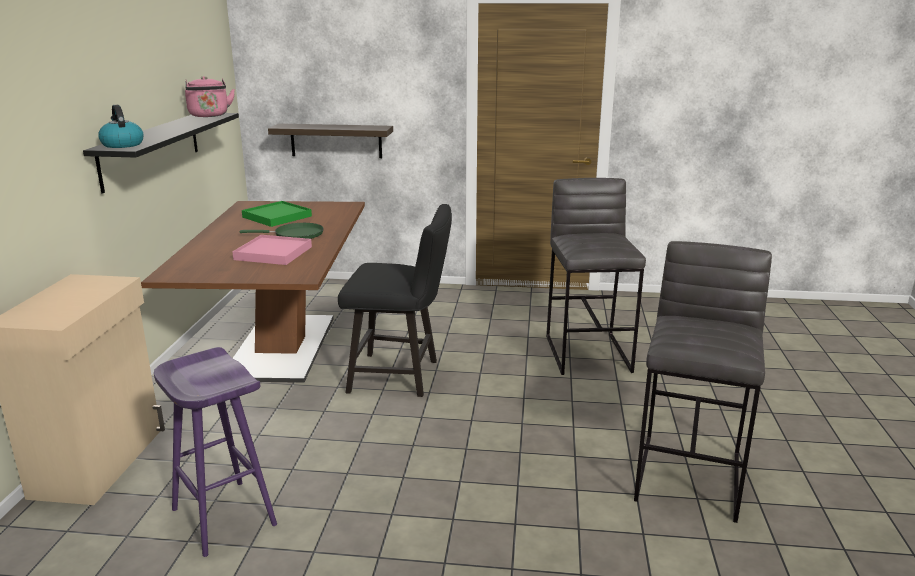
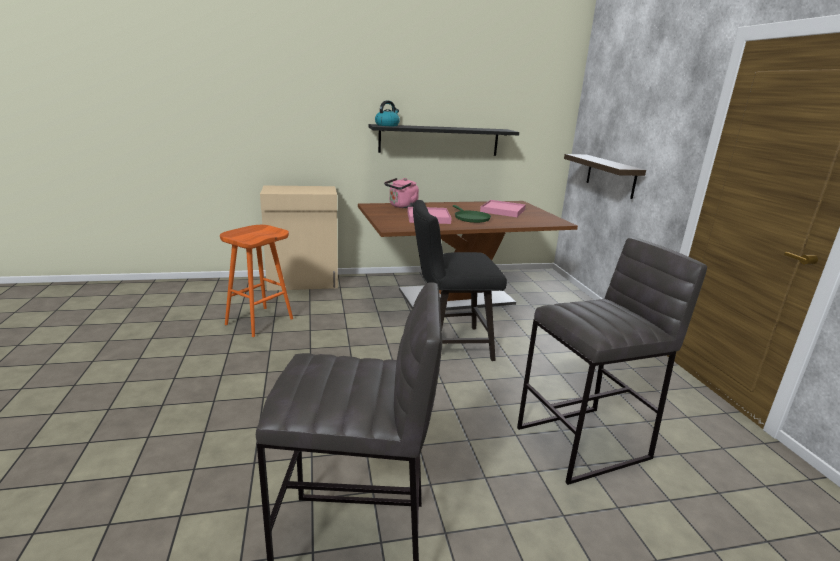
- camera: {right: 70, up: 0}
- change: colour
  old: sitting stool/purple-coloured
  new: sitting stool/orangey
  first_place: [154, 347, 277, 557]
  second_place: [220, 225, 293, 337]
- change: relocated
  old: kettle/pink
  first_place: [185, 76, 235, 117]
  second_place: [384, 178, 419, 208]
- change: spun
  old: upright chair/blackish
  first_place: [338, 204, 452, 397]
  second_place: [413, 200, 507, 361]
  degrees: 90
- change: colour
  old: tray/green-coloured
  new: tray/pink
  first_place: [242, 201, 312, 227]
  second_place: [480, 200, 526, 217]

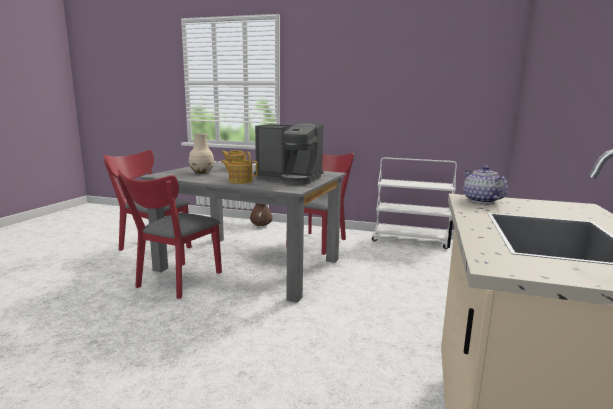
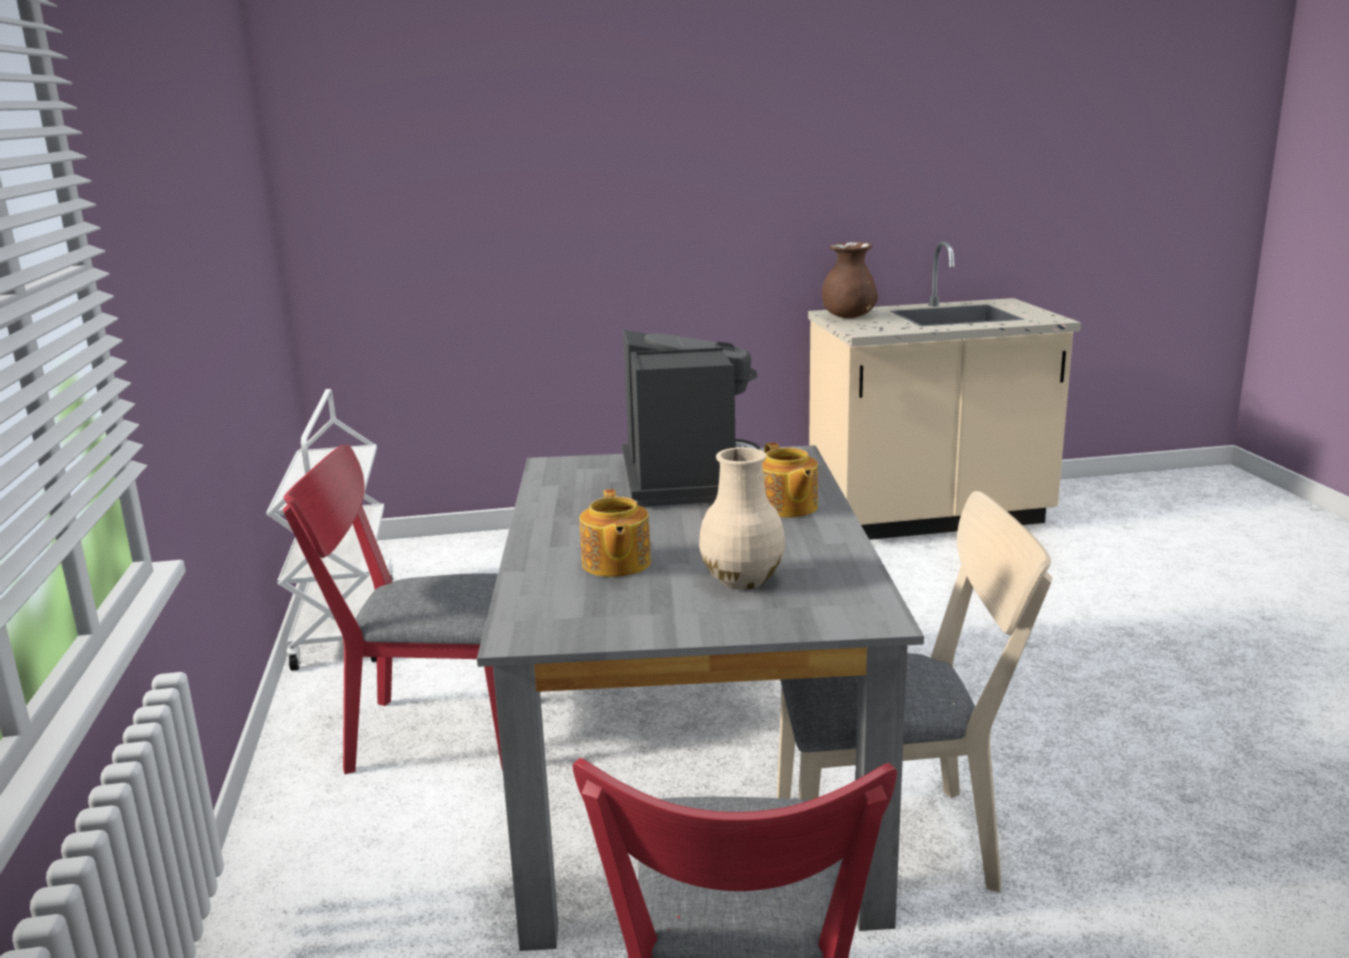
- camera: {right: -115, up: 5}
- change: colour
  old: upright chair/red-coloured
  new: upright chair/beige-coloured
  first_place: [117, 169, 222, 299]
  second_place: [777, 491, 1052, 892]
- change: relocated
  old: decorative vase/brown
  first_place: [250, 203, 273, 226]
  second_place: [822, 242, 878, 318]
- change: missing
  old: teapot
  first_place: [464, 166, 508, 203]

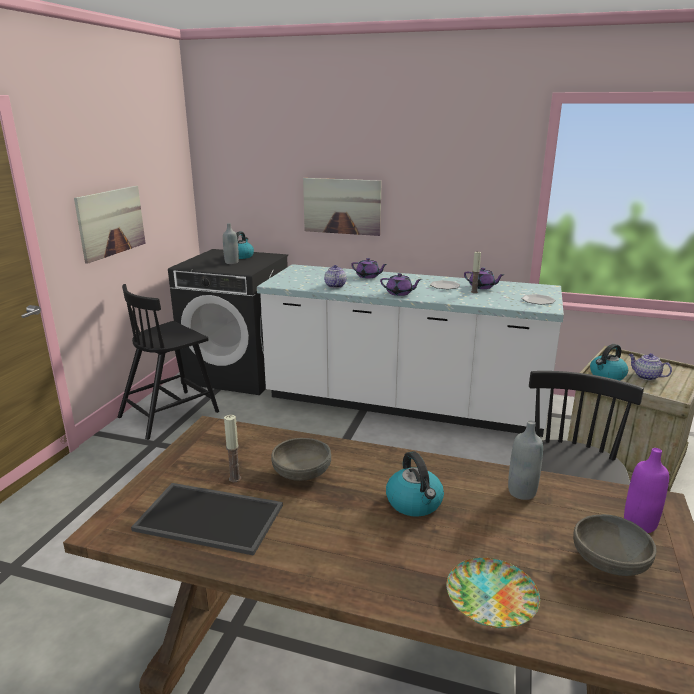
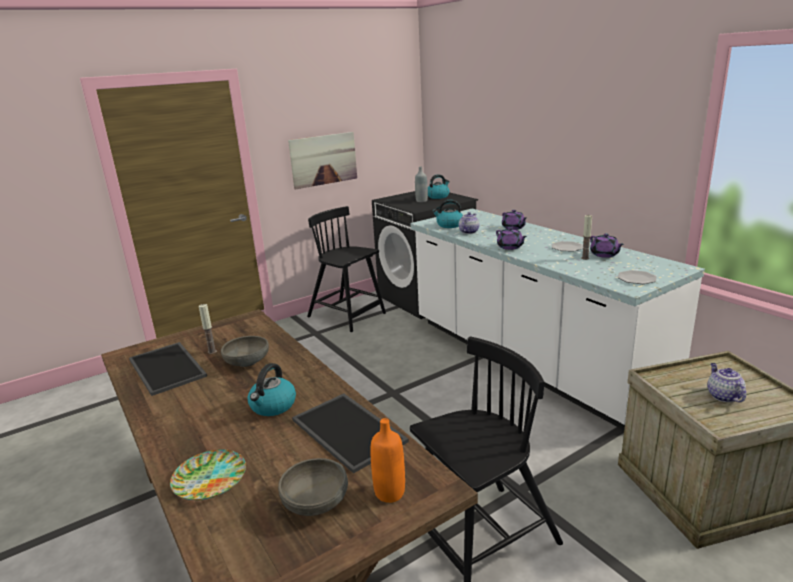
- camera: {right: 40, up: 0}
- change: exchanged
  old: drink bottle/grey
  new: tray
  first_place: [508, 420, 543, 500]
  second_place: [292, 394, 409, 474]
- change: spun
  old: upright chair/blackish
  first_place: [118, 284, 219, 440]
  second_place: [307, 206, 386, 332]
  degrees: 45
- change: colour
  old: drink bottle/purple-coloured
  new: drink bottle/orangey
  first_place: [624, 448, 669, 533]
  second_place: [370, 418, 405, 503]
- change: relocated
  old: kettle
  first_place: [590, 344, 628, 380]
  second_place: [432, 200, 463, 228]
- change: missing
  old: wall art
  first_place: [303, 178, 382, 236]

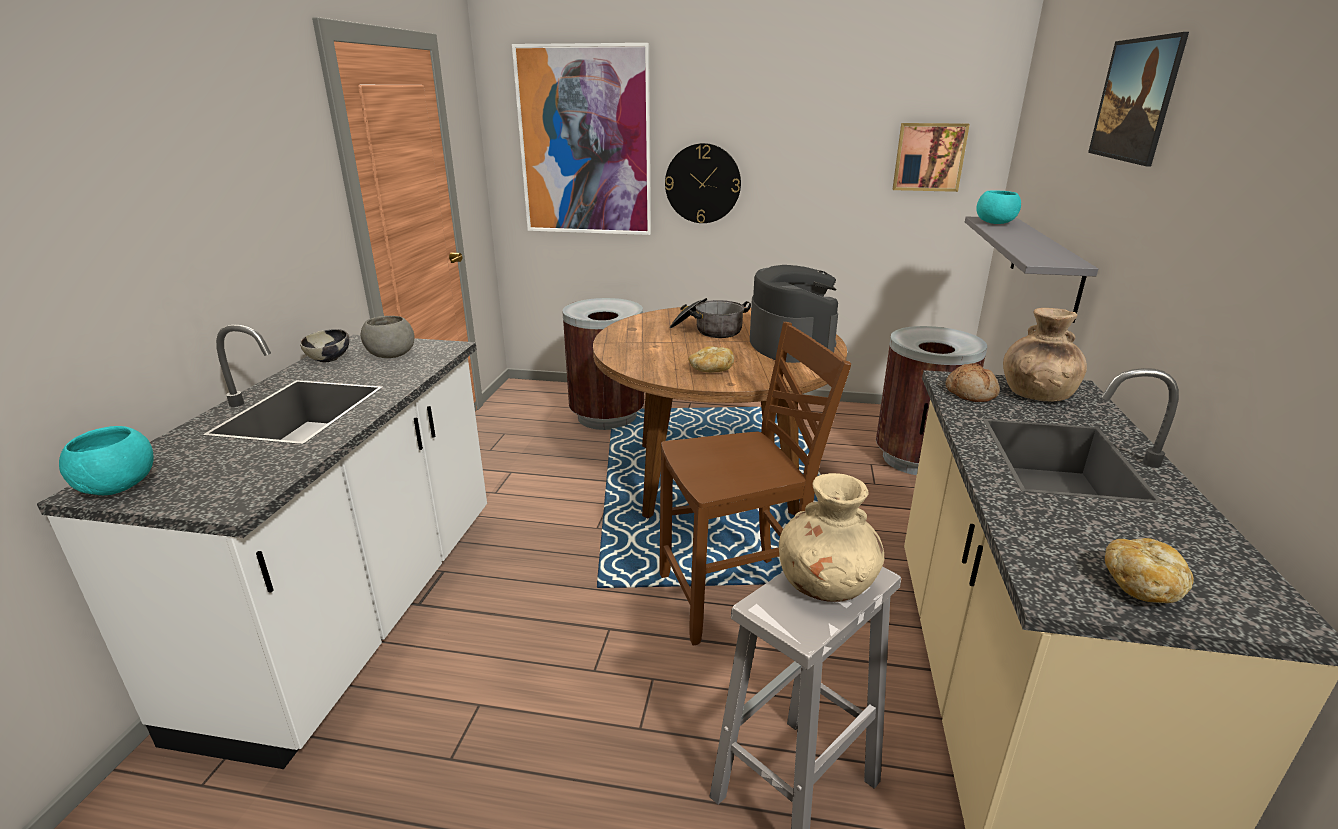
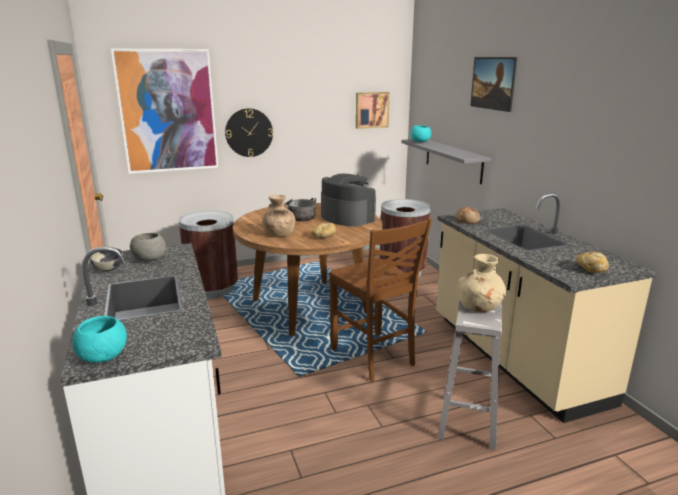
- camera: {right: -30, up: -5}
- change: relocated
  old: decorative vase/brown
  first_place: [1003, 308, 1087, 401]
  second_place: [262, 195, 296, 236]
- change: spun
  old: upright chair/brown
  first_place: [660, 322, 851, 645]
  second_place: [329, 218, 432, 382]
  degrees: 105

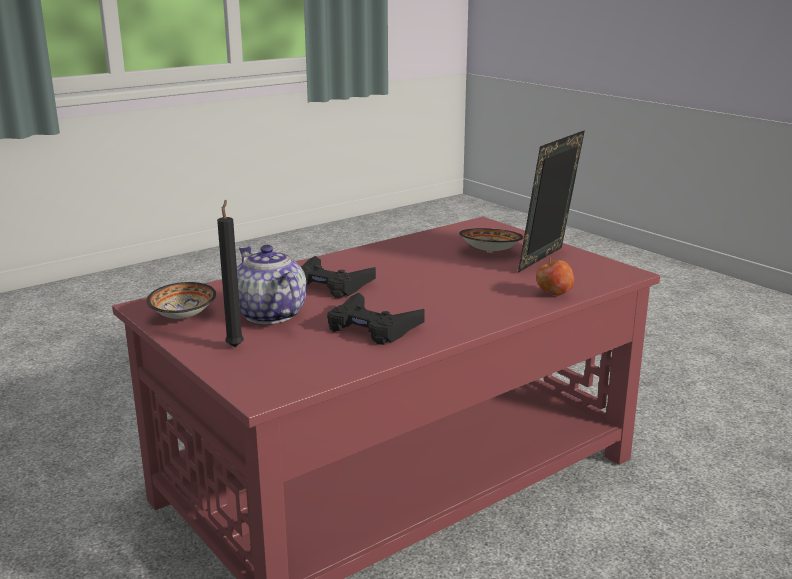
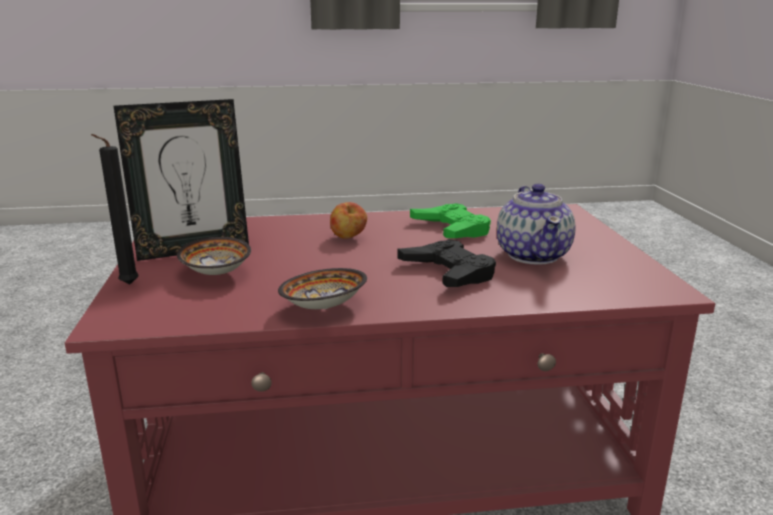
- camera: {right: -150, up: 0}
- change: relocated
  old: candle/blackish
  first_place: [217, 200, 244, 347]
  second_place: [91, 134, 139, 285]
- change: relocated
  old: deep dish
  first_place: [146, 282, 216, 319]
  second_place: [278, 268, 367, 309]
- change: relocated
  old: whole apple
  first_place: [536, 258, 574, 296]
  second_place: [330, 202, 367, 239]
- change: colour
  old: gamepad/blackish
  new: gamepad/green-coloured
  first_place: [327, 292, 424, 345]
  second_place: [410, 203, 491, 238]

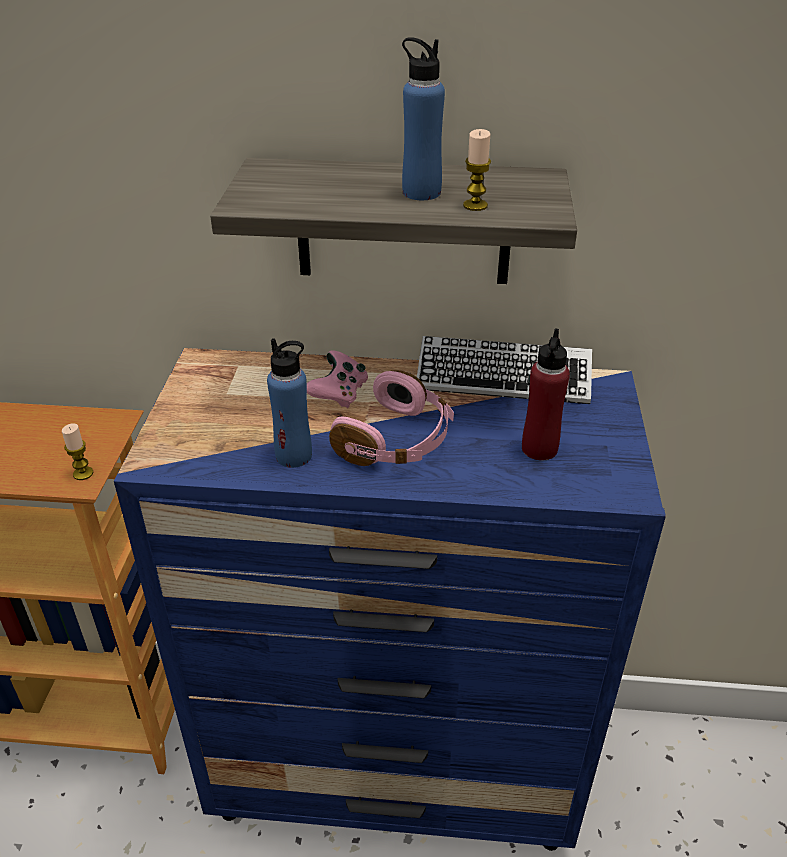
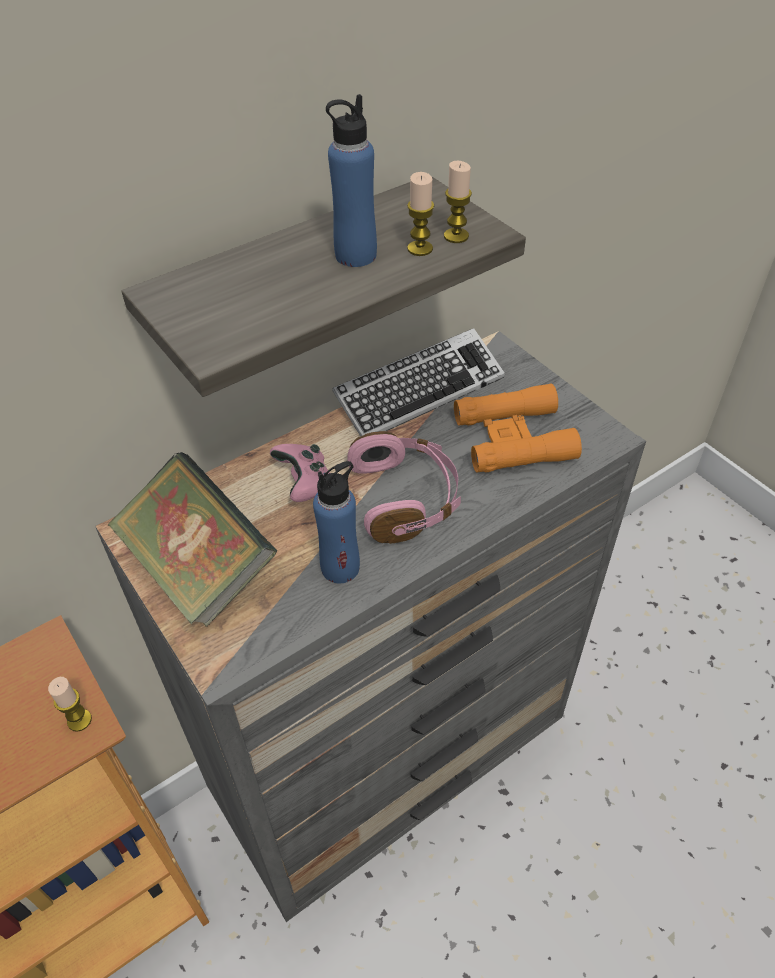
- camera: {right: -40, up: 10}
- change: colour
  old: dresser/blue
  new: dresser/grey
  first_place: [114, 348, 666, 851]
  second_place: [95, 331, 646, 922]
- change: appeared
  new: bound book
  second_place: [107, 452, 277, 627]
- change: appeared
  new: candle
  second_place: [444, 161, 472, 243]
- change: exchanged
  old: drink bottle/red-coloured
  new: pair of binoculars/orangey
  first_place: [522, 328, 570, 461]
  second_place: [454, 384, 582, 473]

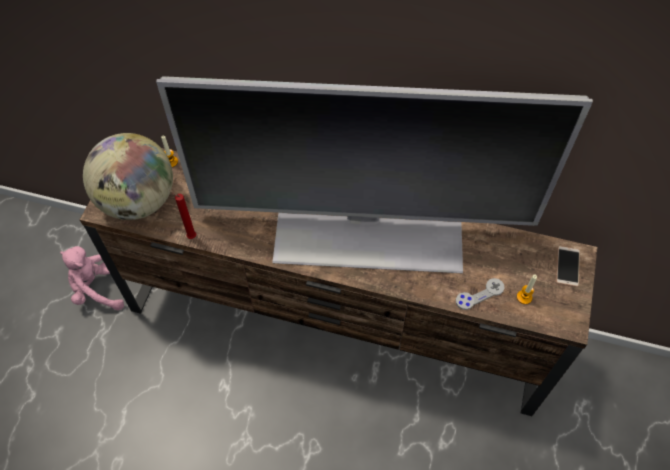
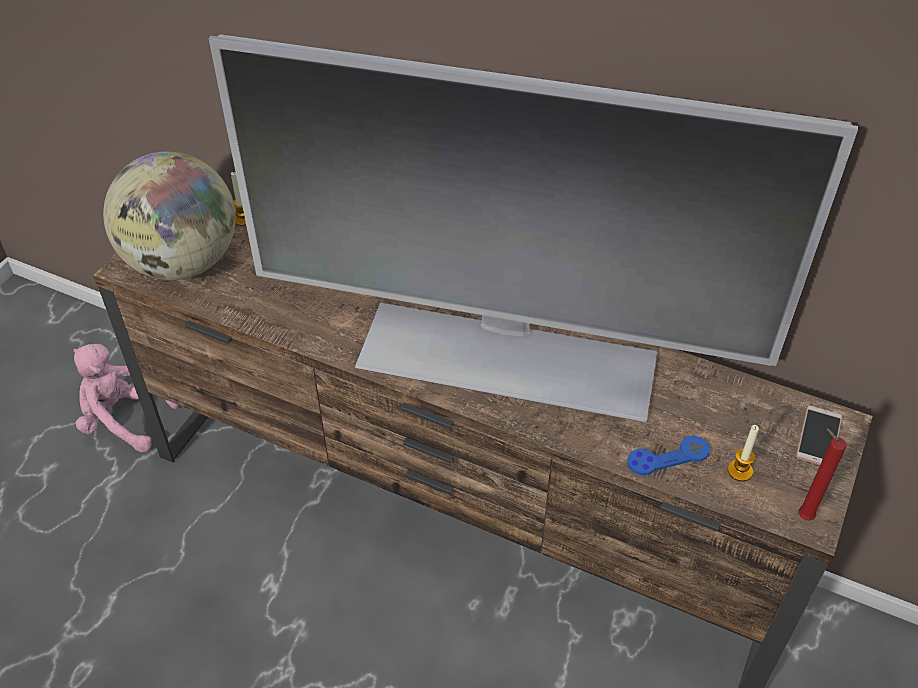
- camera: {right: 10, up: -10}
- change: colour
  old: gamepad/grey
  new: gamepad/blue
  first_place: [456, 278, 505, 310]
  second_place: [627, 436, 710, 475]
- change: relocated
  old: candle/red-coloured
  first_place: [169, 190, 196, 239]
  second_place: [798, 429, 847, 521]

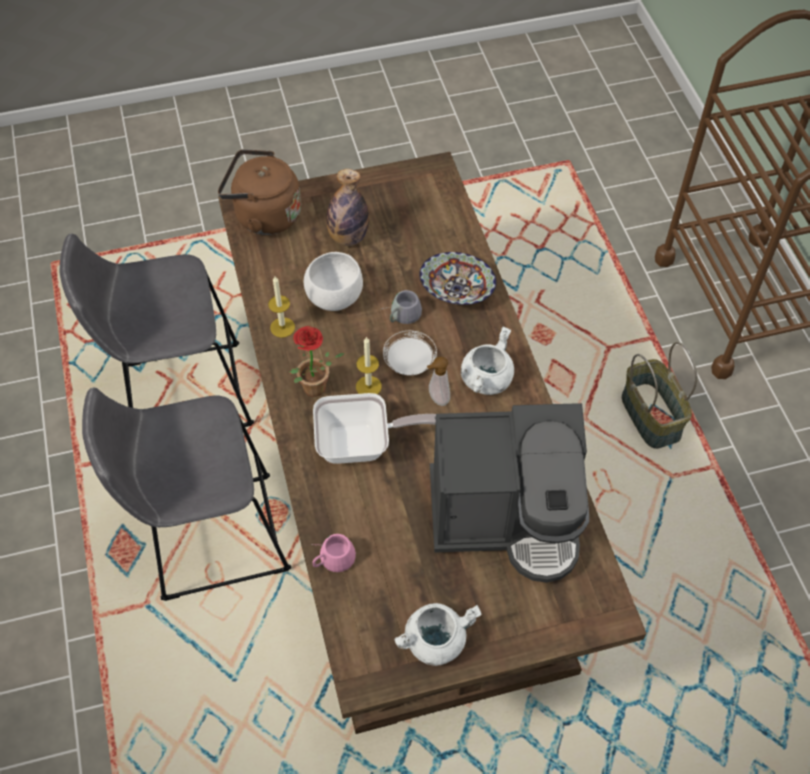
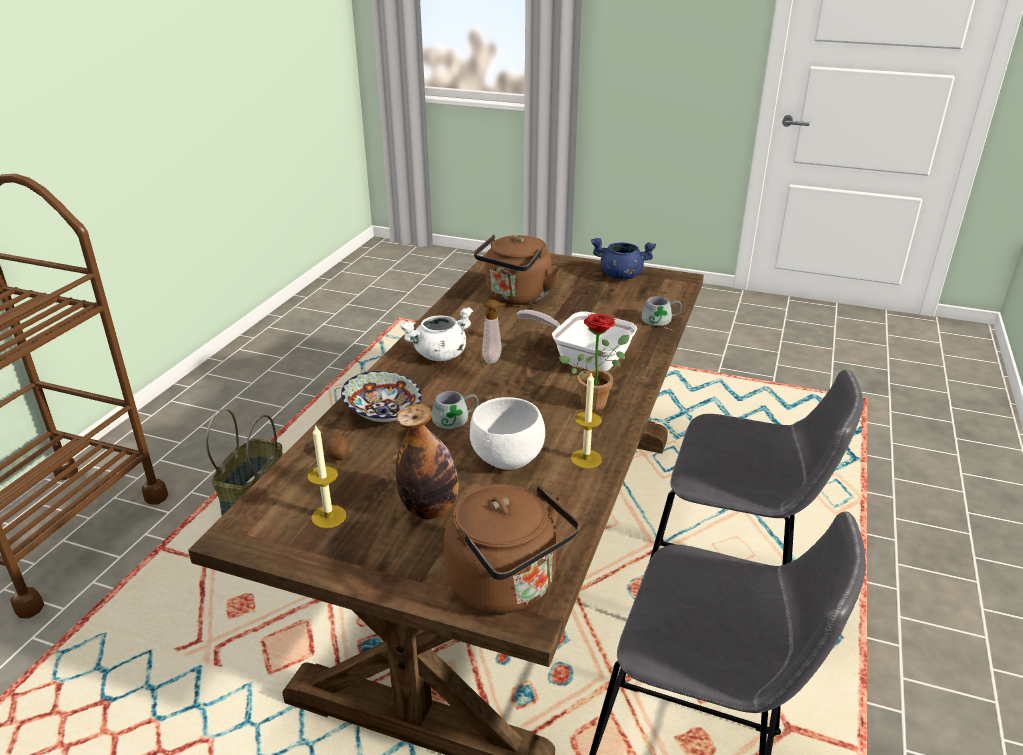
- camera: {right: -145, up: -25}
- change: relocated
  old: candle
  first_place: [356, 337, 382, 394]
  second_place: [308, 424, 346, 528]
- change: appeared
  new: spud
  second_place: [323, 434, 349, 461]
- change: exchanged
  old: coffee brewer
  new: kettle/brown
  first_place: [430, 403, 589, 583]
  second_place: [474, 234, 561, 305]
- change: colour
  old: saucepot/white-coloured
  new: saucepot/blue
  first_place: [394, 603, 481, 666]
  second_place: [591, 238, 656, 280]
- change: colour
  old: coffee mug/pink
  new: coffee mug/grey
  first_place: [312, 534, 356, 572]
  second_place: [642, 296, 682, 330]
- change: missing
  old: flat dish/white-coloured
  first_place: [383, 331, 437, 375]

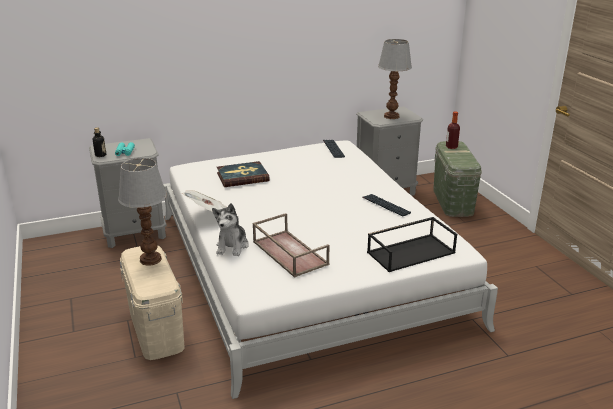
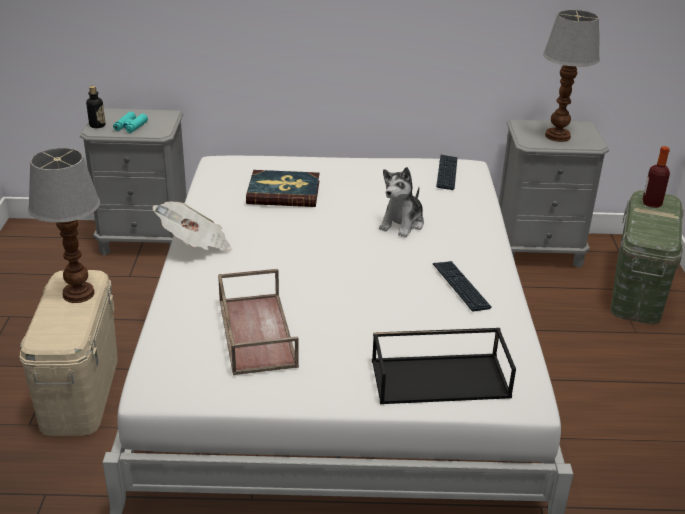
- camera: {right: 20, up: 5}
- change: relocated
  old: plush toy
  first_place: [212, 203, 249, 256]
  second_place: [379, 167, 424, 237]

